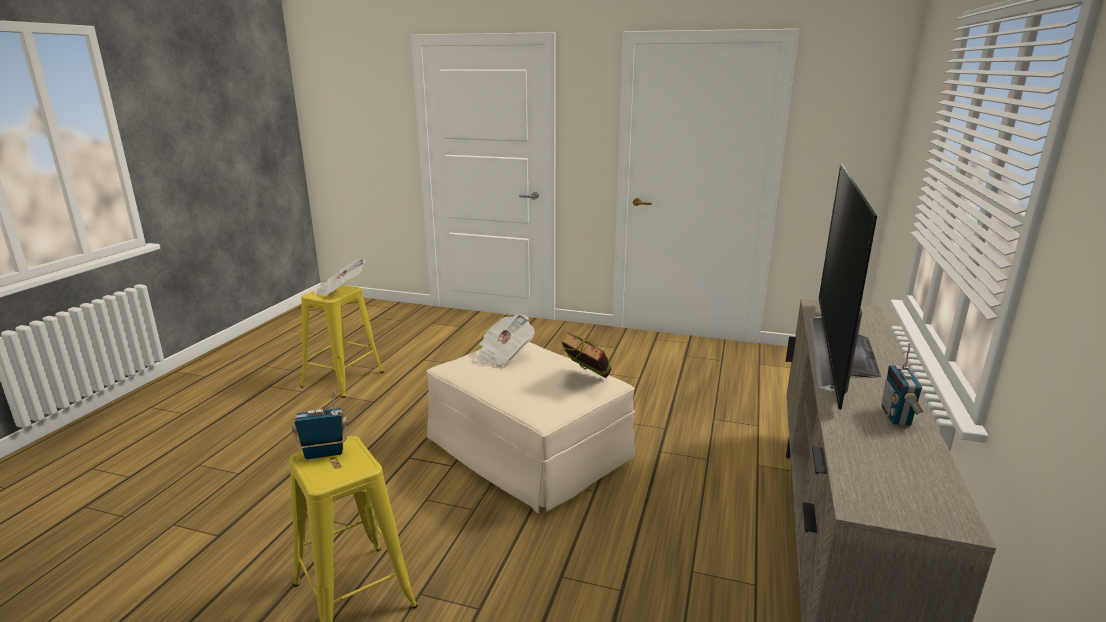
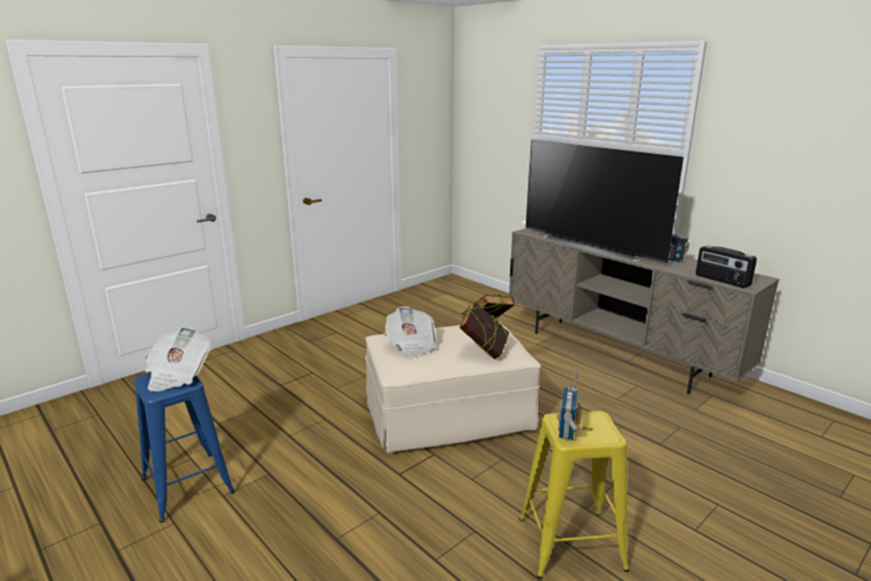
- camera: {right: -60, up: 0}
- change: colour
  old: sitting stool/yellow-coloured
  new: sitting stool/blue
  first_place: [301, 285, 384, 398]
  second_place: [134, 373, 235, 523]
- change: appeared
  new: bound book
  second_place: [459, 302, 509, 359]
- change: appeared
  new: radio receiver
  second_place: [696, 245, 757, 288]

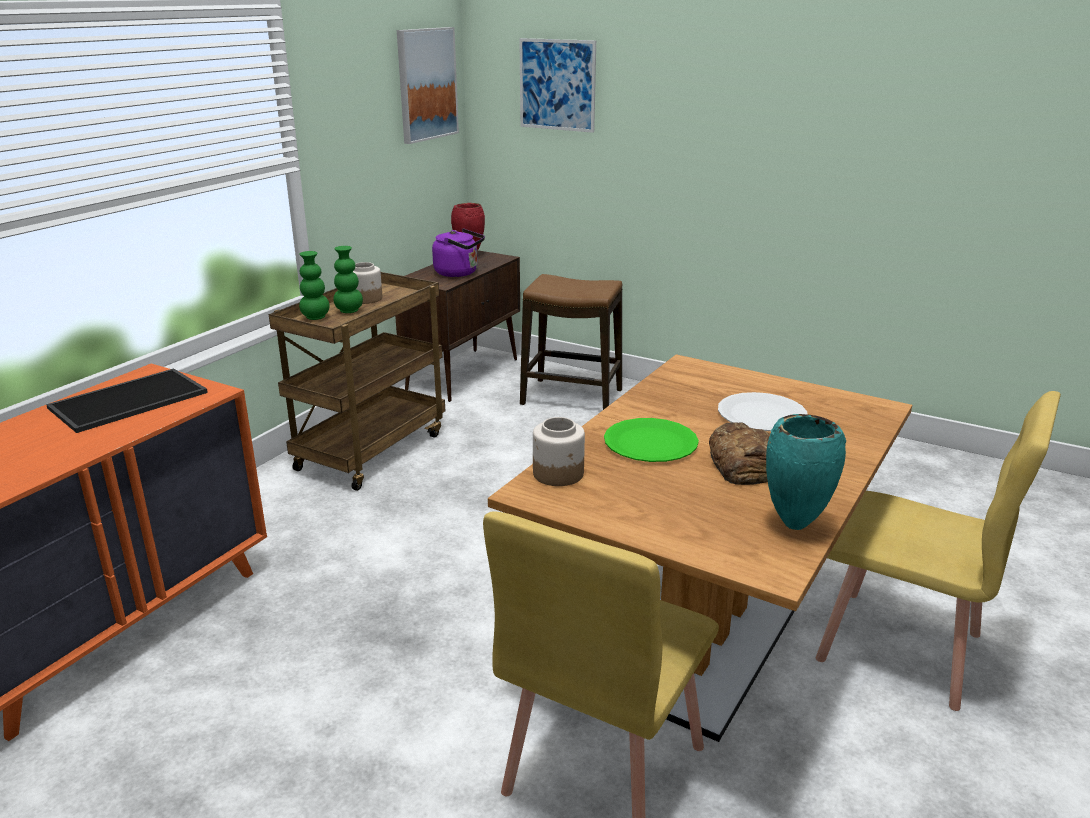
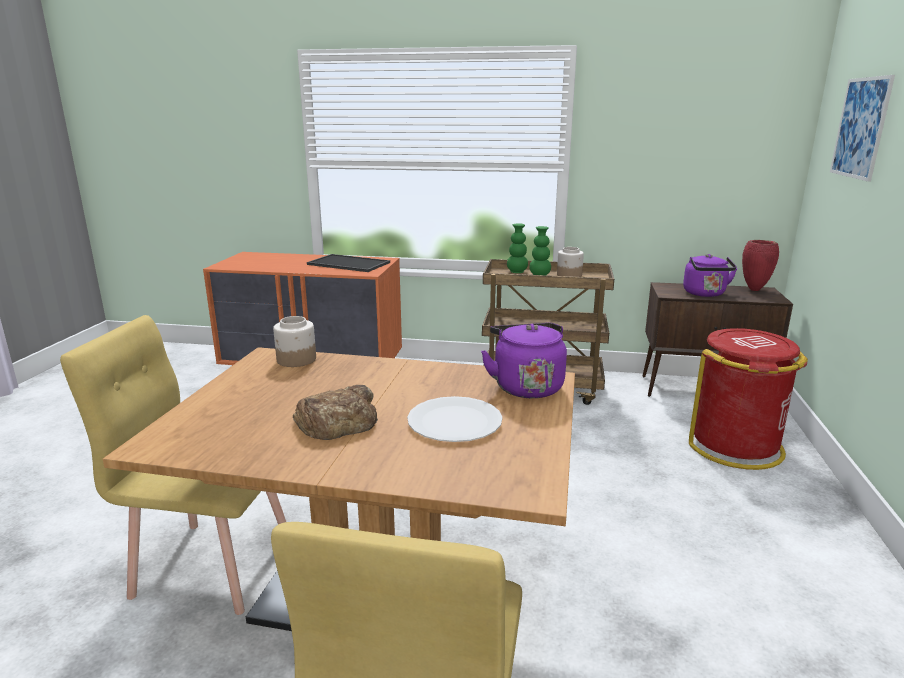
- camera: {right: 70, up: -5}
- change: appeared
  new: kettle/purple-coloured
  second_place: [481, 323, 567, 398]
- change: exchanged
  old: sitting stool
  new: waste bin/red-coloured
  first_place: [520, 274, 622, 410]
  second_place: [689, 328, 808, 470]
- change: missing
  old: wall art
  first_place: [397, 27, 459, 144]
- change: missing
  old: flat dish/green-coloured
  first_place: [604, 418, 699, 462]
- change: missing
  old: decorative vase/blue-green
  first_place: [766, 414, 846, 530]

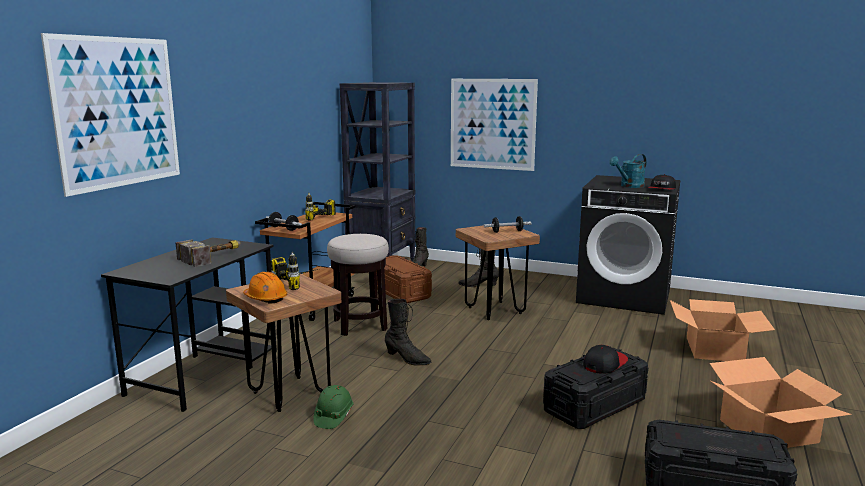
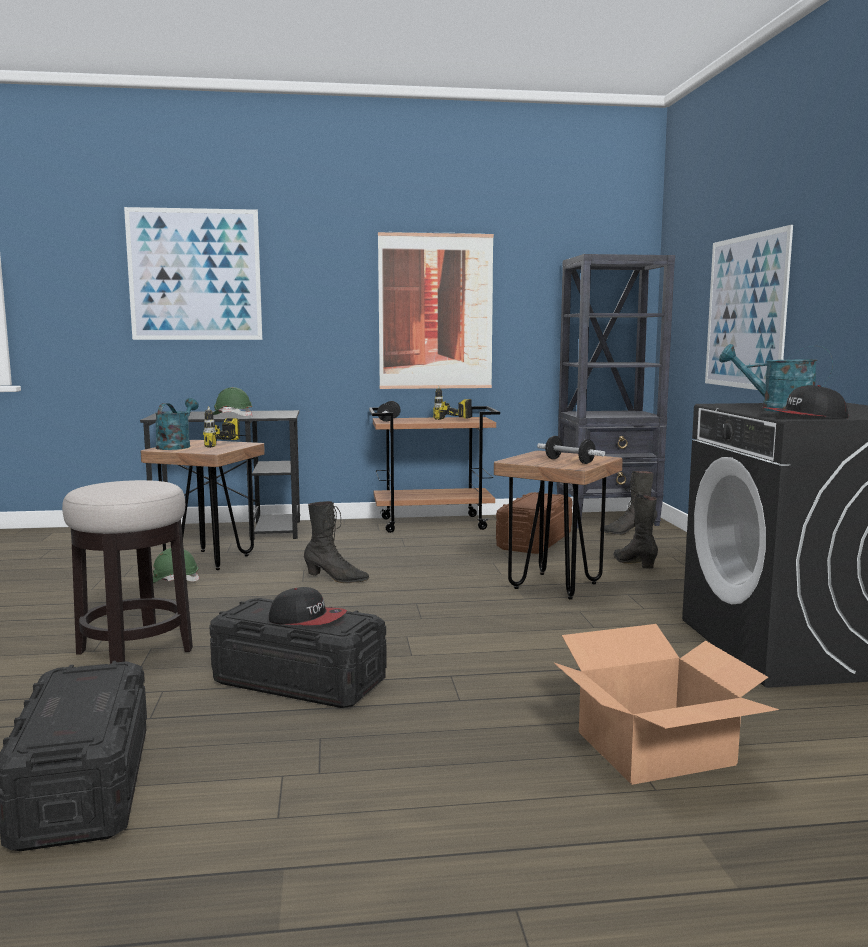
- camera: {right: 60, up: -5}
- change: relocated
  old: sitting stool
  first_place: [327, 234, 389, 336]
  second_place: [62, 480, 193, 664]
- change: exchanged
  old: safety helmet/orangey
  new: sprinkling can/blue-green
  first_place: [243, 272, 287, 304]
  second_place: [155, 398, 199, 450]
- change: exchanged
  old: hand hammer
  new: safety helmet/green-coloured
  first_place: [175, 239, 241, 267]
  second_place: [213, 387, 252, 416]
- change: spun
  old: high-top boot/blackish
  first_place: [385, 299, 432, 365]
  second_place: [304, 501, 369, 583]
  degrees: -75
- change: appeared
  new: wall art
  second_place: [378, 232, 494, 389]
- change: missing
  old: cardboard box
  first_place: [709, 357, 852, 448]

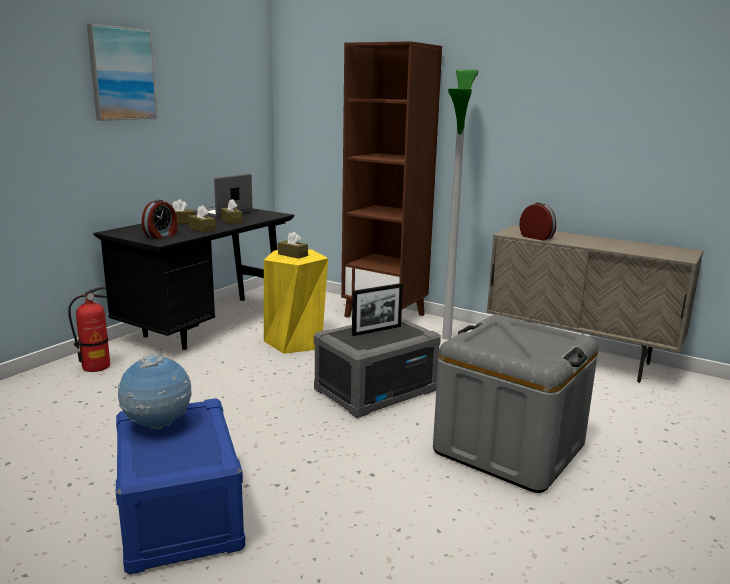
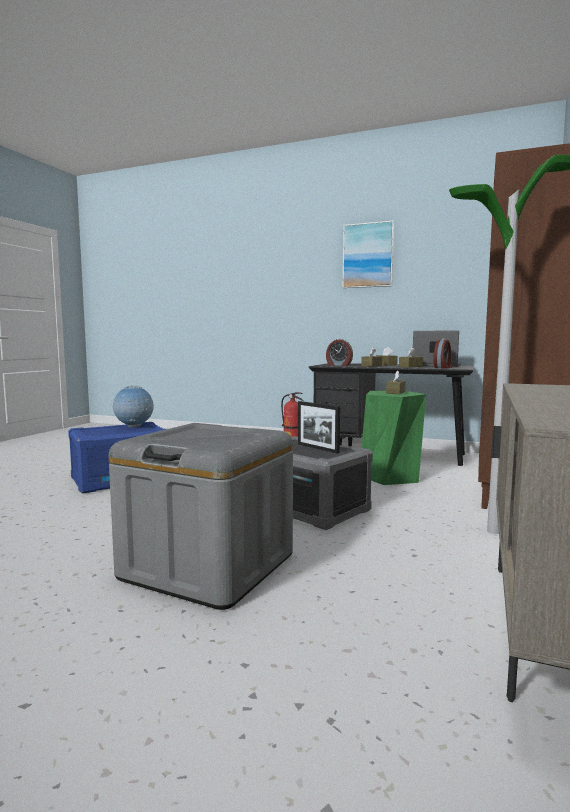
- camera: {right: 80, up: -10}
- change: colour
  old: sitting stool/yellow-coloured
  new: sitting stool/green-coloured
  first_place: [264, 250, 328, 354]
  second_place: [362, 391, 426, 485]
- change: relocated
  old: table clock
  first_place: [519, 202, 556, 241]
  second_place: [433, 338, 452, 369]

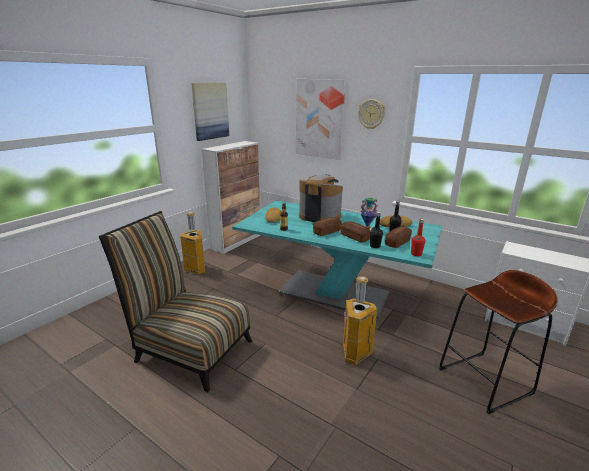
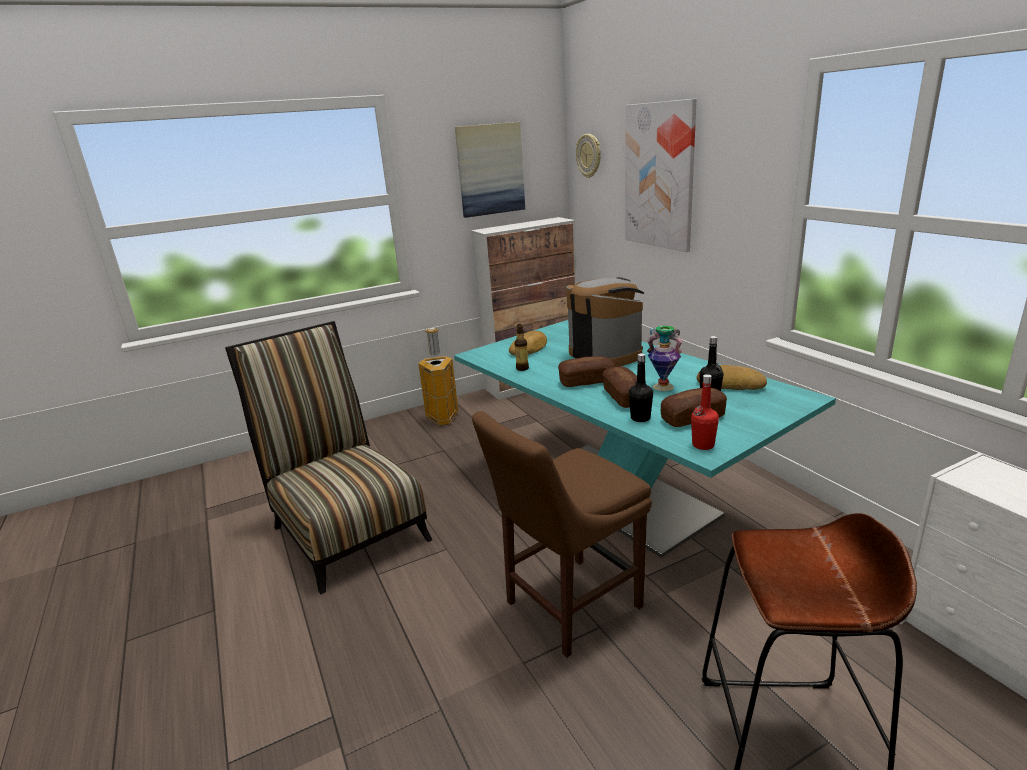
- camera: {right: 30, up: 0}
- change: exchanged
  old: waste bin
  new: upright chair/brown
  first_place: [343, 276, 377, 365]
  second_place: [472, 411, 652, 658]
- change: relocated
  old: hanging clock
  first_place: [358, 99, 385, 129]
  second_place: [576, 134, 601, 178]

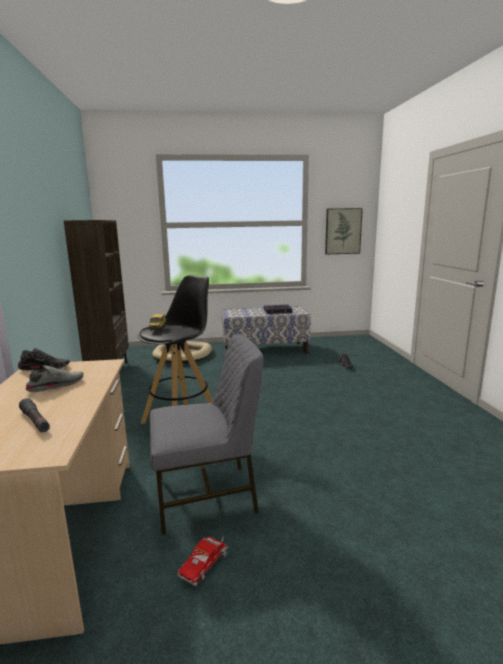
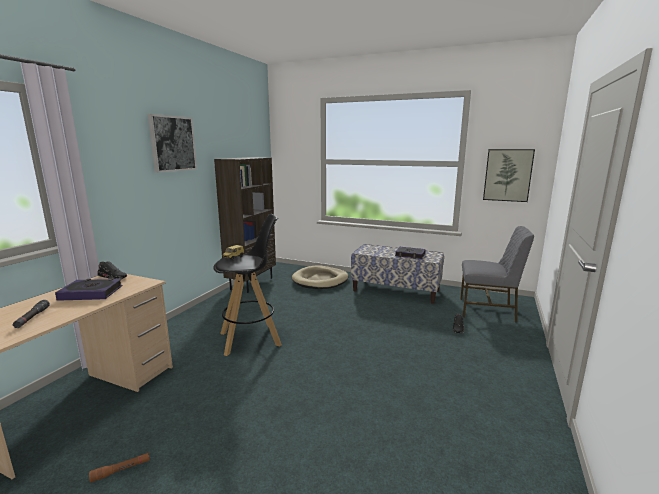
- camera: {right: 30, up: 0}
- change: exchanged
  old: low shoe/grey
  new: bound book
  first_place: [25, 365, 84, 392]
  second_place: [55, 278, 122, 301]
- change: exchanged
  old: model truck
  new: flashlight/brown
  first_place: [178, 536, 228, 586]
  second_place: [89, 453, 150, 483]
- change: appeared
  new: wall art
  second_place: [148, 114, 197, 173]
- change: relocated
  old: upright chair/grey
  first_place: [150, 334, 264, 535]
  second_place: [460, 226, 534, 322]

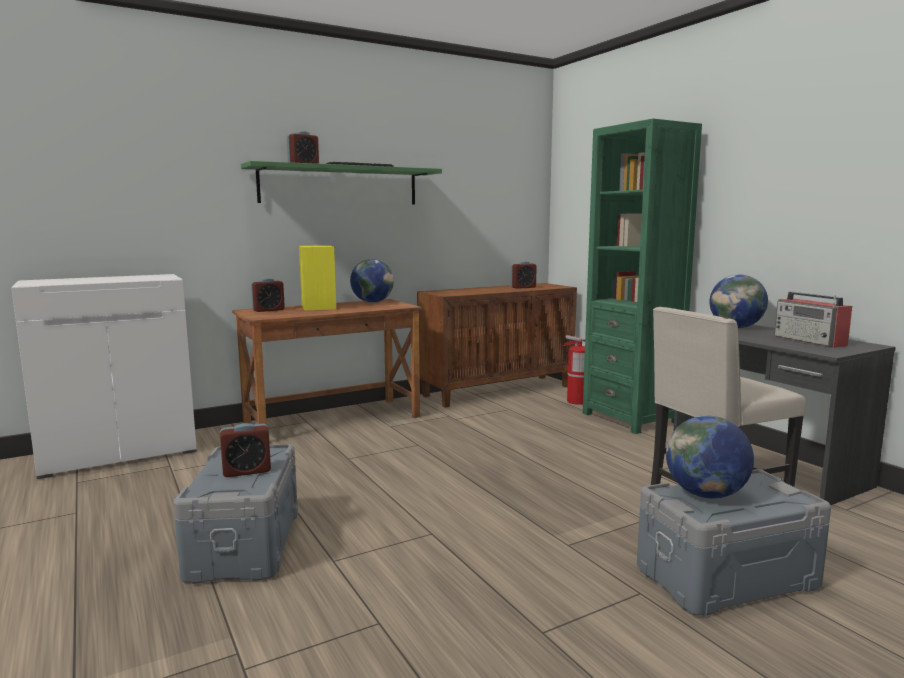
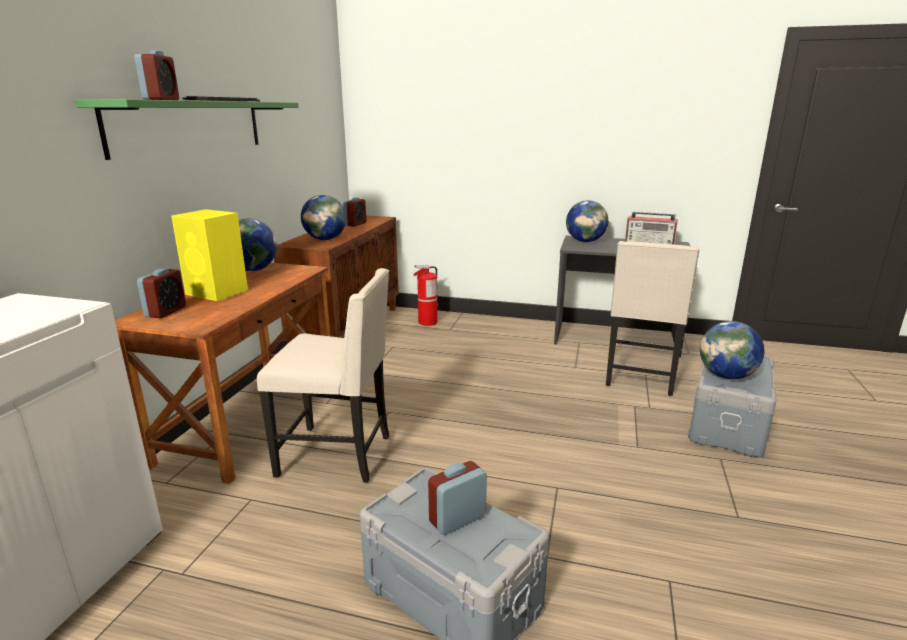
- camera: {right: -45, up: 10}
- change: appeared
  new: upright chair/beige-coloured
  second_place: [257, 268, 389, 483]
- change: appeared
  new: world globe
  second_place: [301, 195, 346, 240]
- change: spun
  old: table clock
  first_place: [220, 423, 271, 477]
  second_place: [428, 461, 487, 535]
  degrees: -150
- change: missing
  old: bookcase/green-coloured
  first_place: [583, 119, 702, 434]

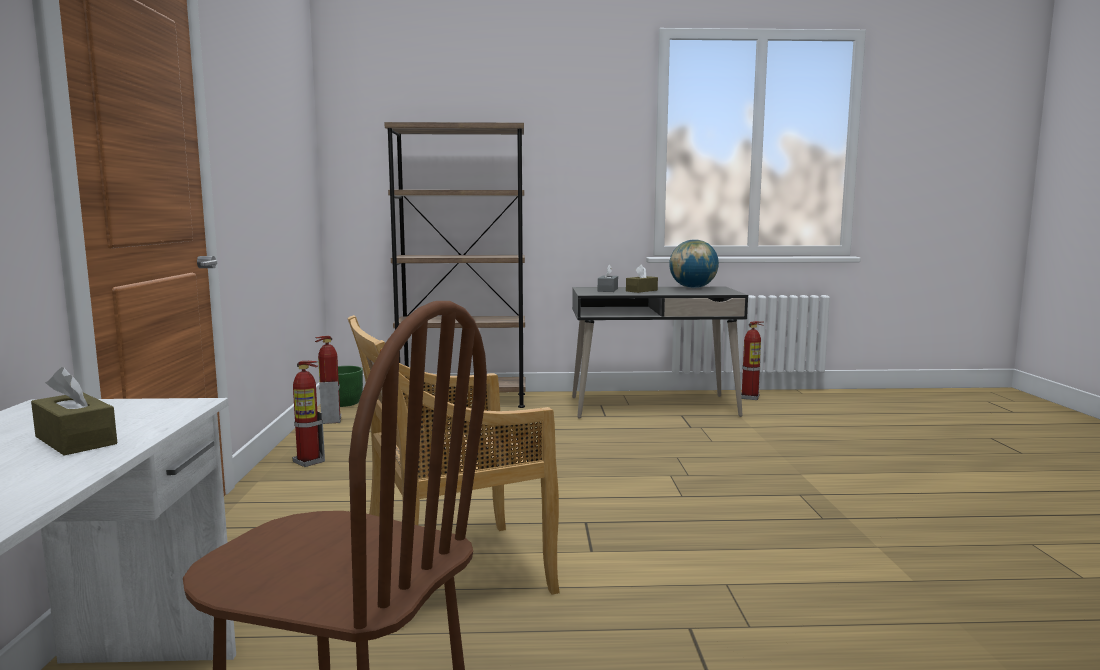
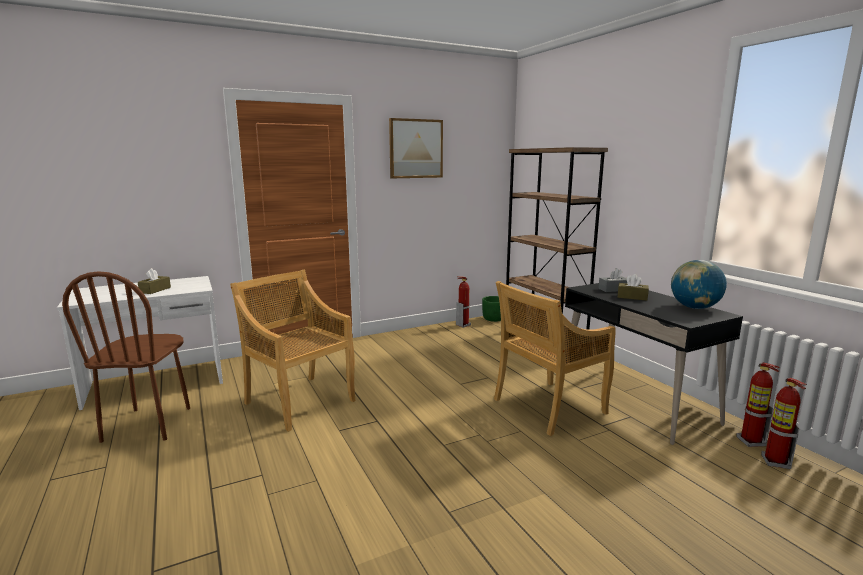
- camera: {right: 65, up: 5}
- change: appeared
  new: wall art
  second_place: [389, 118, 443, 178]
- change: appeared
  new: upright chair/beige-coloured
  second_place: [494, 281, 615, 436]
- change: relocated
  old: fire-fighting cylinder
  first_place: [292, 361, 325, 467]
  second_place: [761, 378, 807, 469]

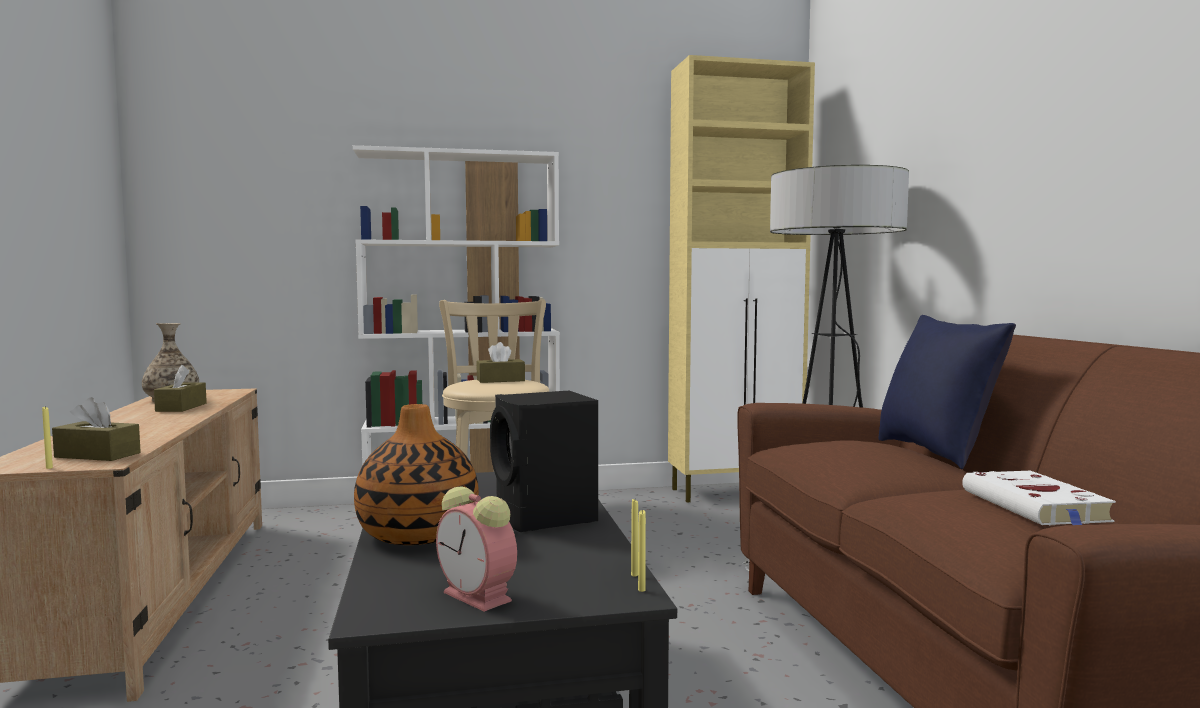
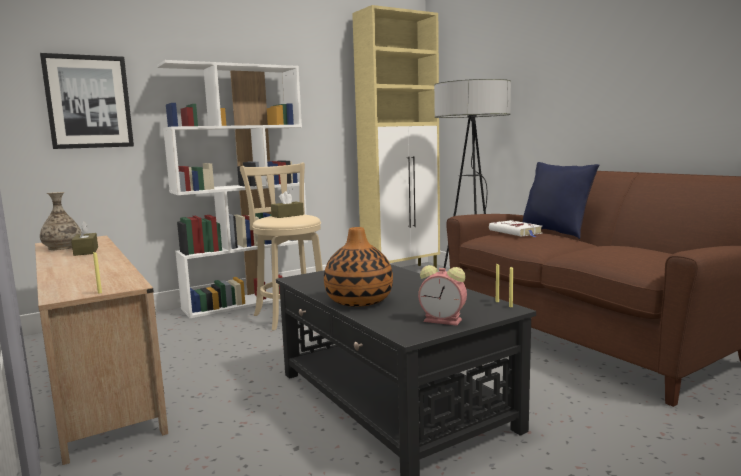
- camera: {right: -20, up: 5}
- change: appeared
  new: wall art
  second_place: [40, 53, 134, 149]
- change: relocated
  old: bound book/white-coloured
  first_place: [962, 471, 1116, 525]
  second_place: [489, 220, 542, 237]
- change: missing
  old: box of tissues/brown
  first_place: [52, 397, 141, 461]
- change: missing
  old: speaker/blackish
  first_place: [490, 391, 598, 532]

